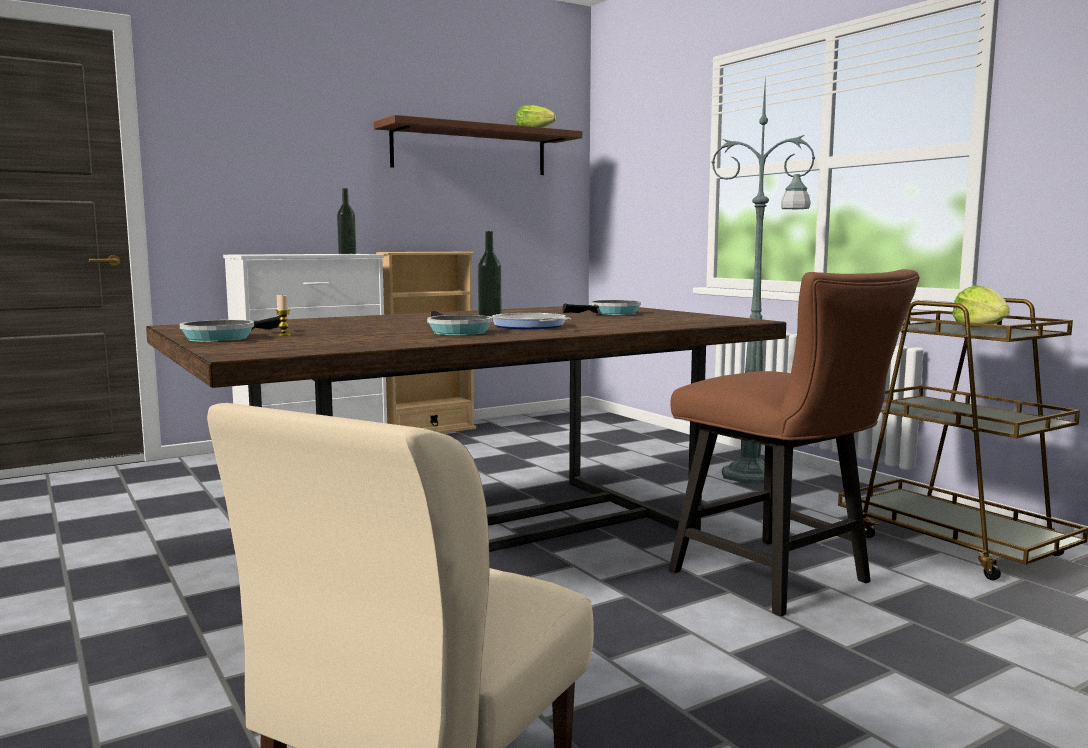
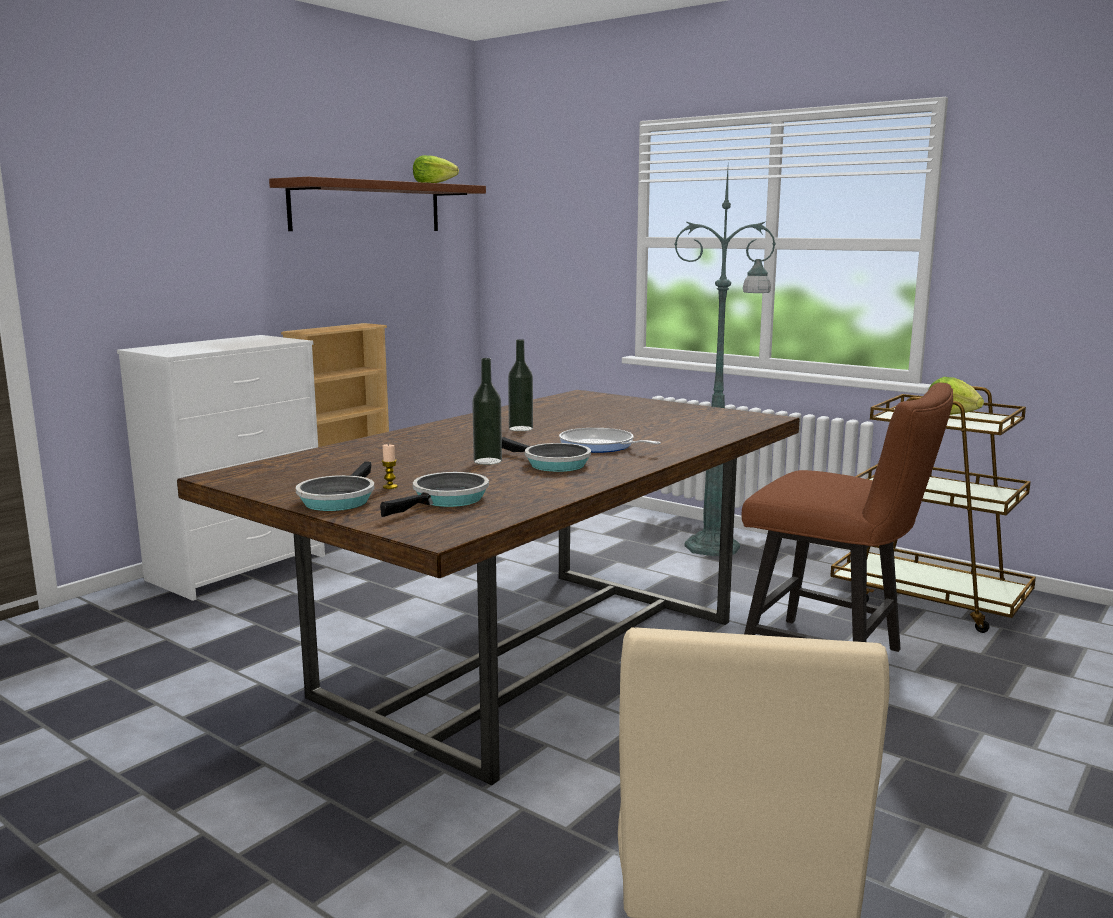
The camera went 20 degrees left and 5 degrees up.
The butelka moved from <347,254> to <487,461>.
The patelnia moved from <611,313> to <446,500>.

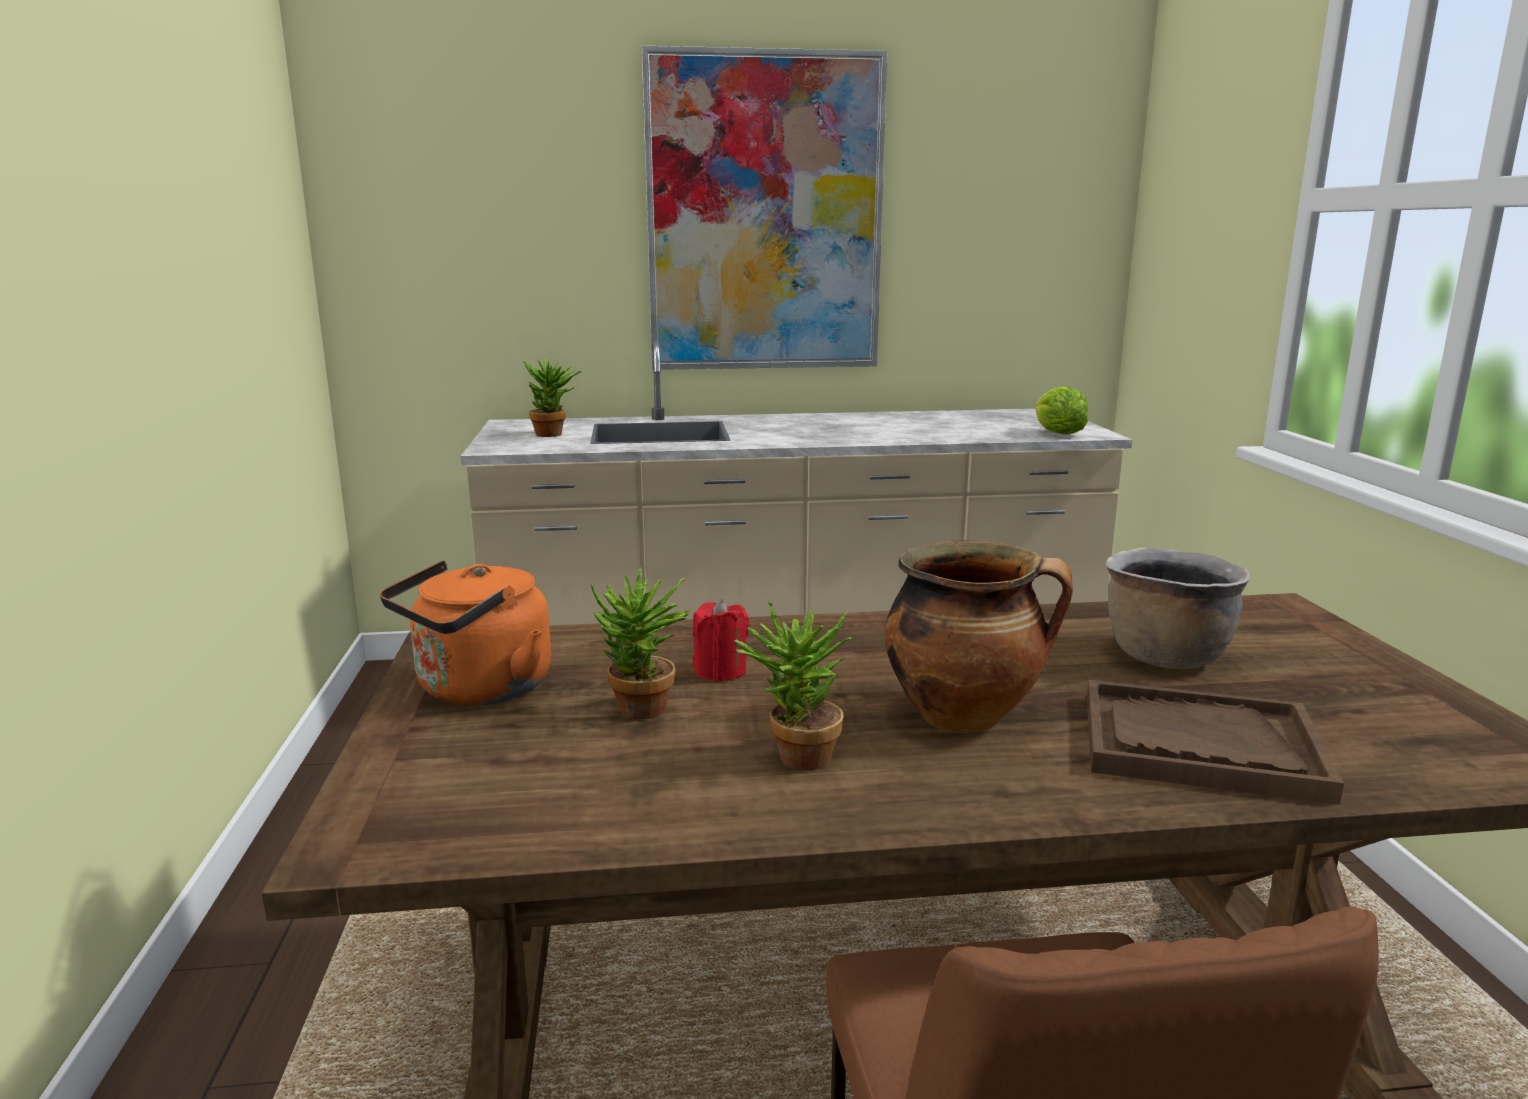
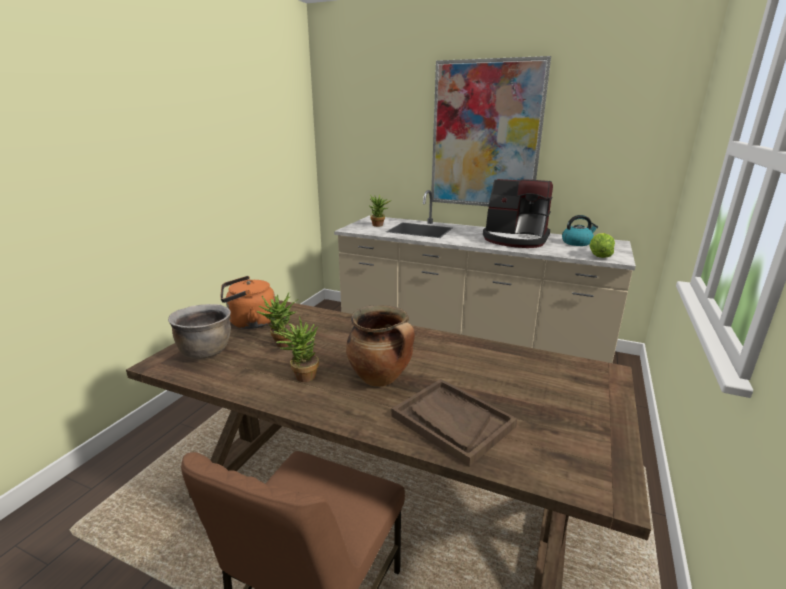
The camera went 30 degrees right and 5 degrees up.
The garnek/brązowy moved from <1164,656> to <206,351>.
The świeca/czerwony at <720,671> disappeared.
The ekspres do kawy at <515,239> appeared.
The czajnik at <577,243> appeared.

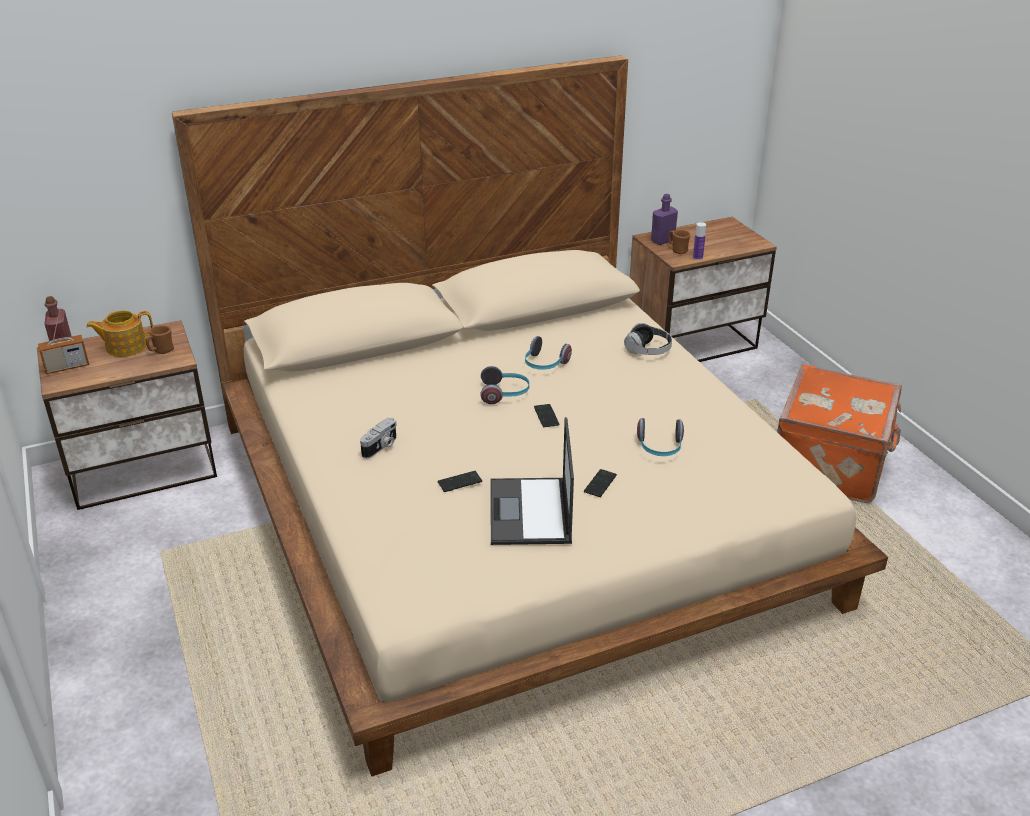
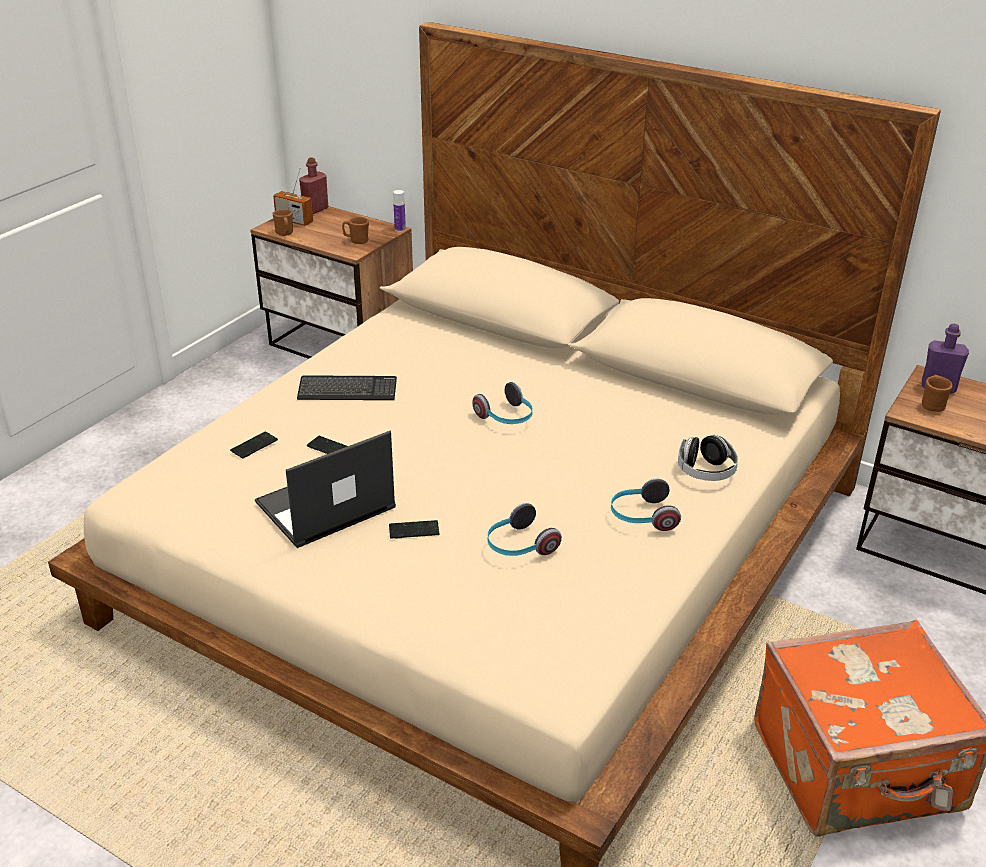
The camera went 55 degrees right and 0 degrees up.
The butelka moved from <697,258> to <400,229>.
The imbryk at <125,347> disappeared.
The słuchawki moved from <544,365> to <642,517>.
The telefon moved from <546,416> to <254,446>.
The aparat fotograficzny at <381,447> was replaced by the klawiatura at <347,390>.
The kubek/brązowy at <285,234> appeared.

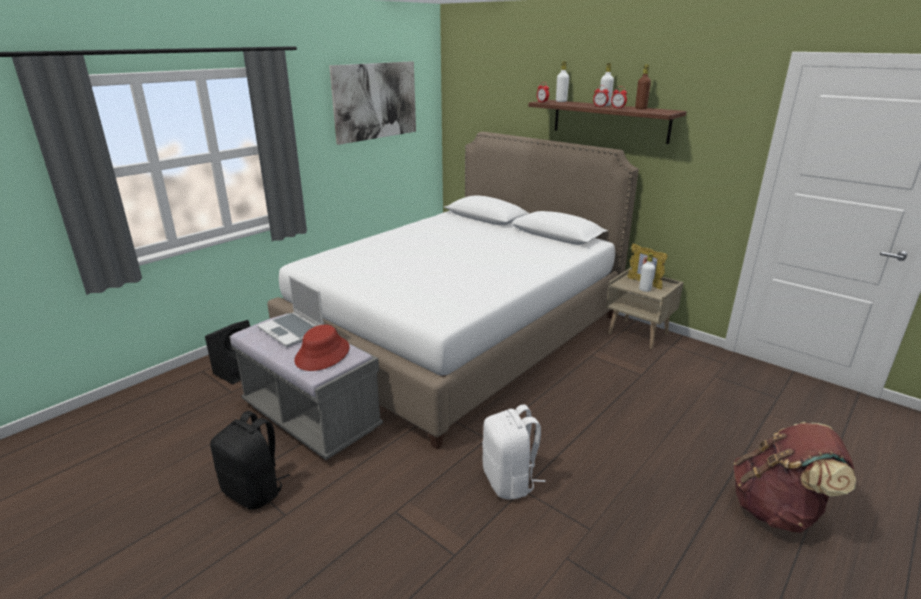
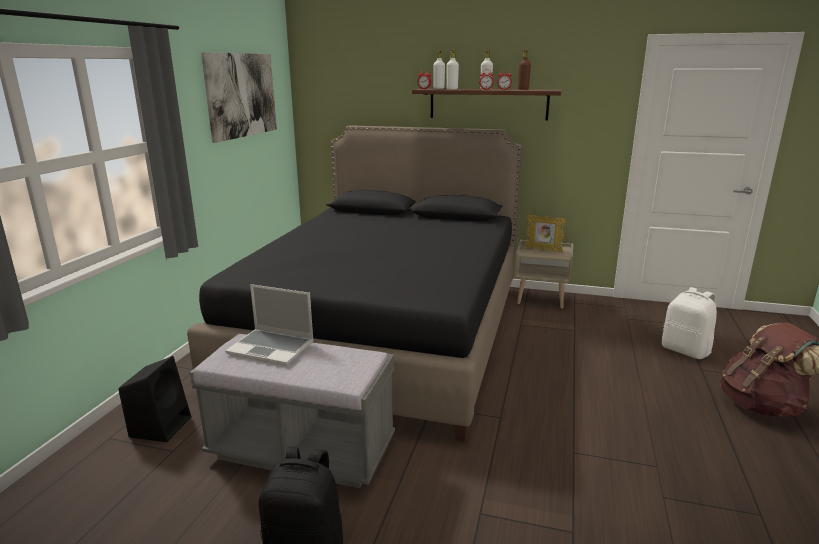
The camera went 25 degrees left and 5 degrees down.
The łóżko/biały at <458,335> became the łóżko/czarny at <386,332>.
The butelka/biały moved from <645,289> to <452,89>.
The kapelusz/czerwony at <322,354> disappeared.
The plecak/biały moved from <509,481> to <685,350>.

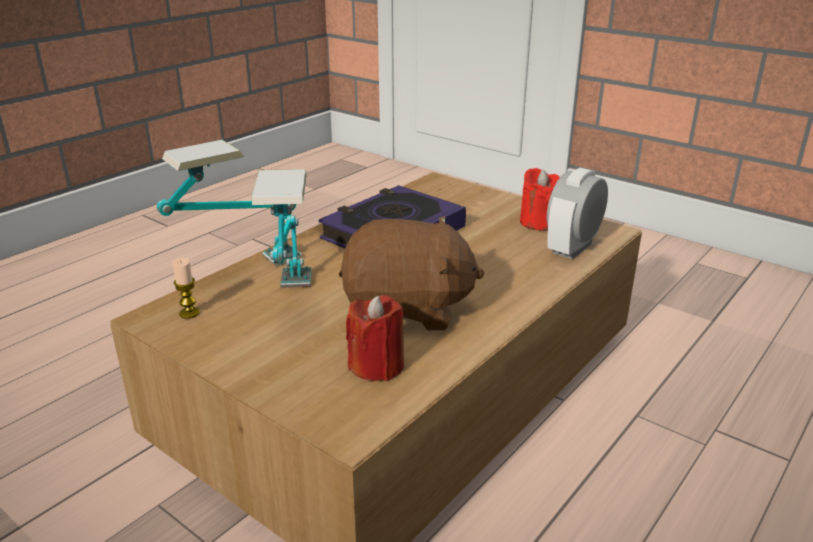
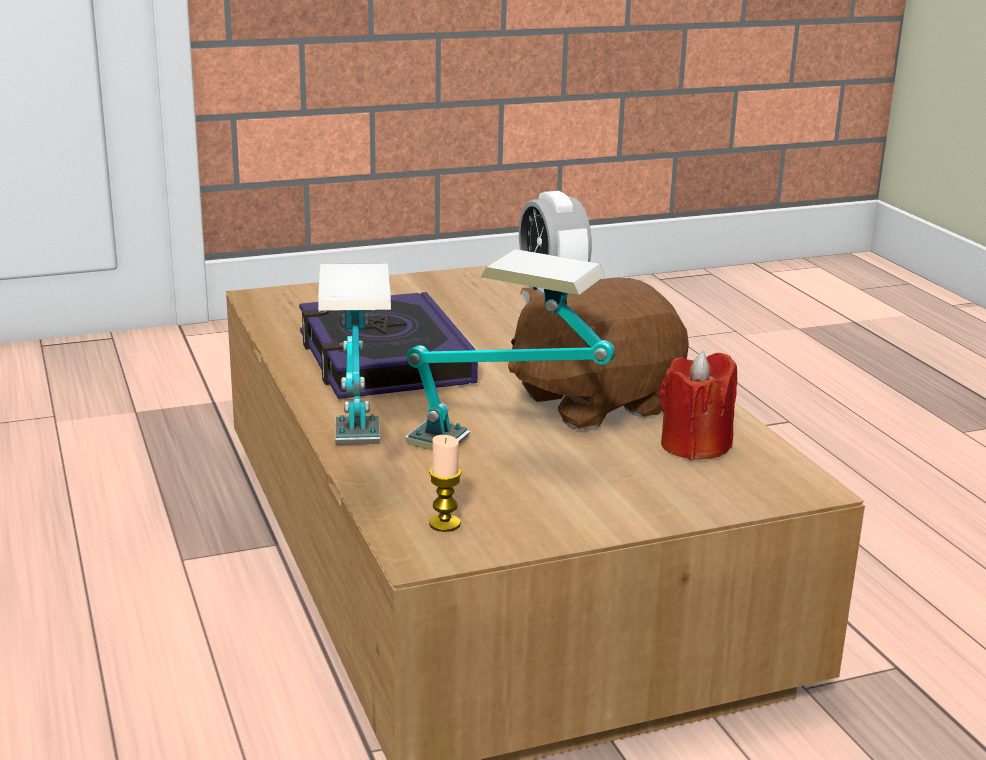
The camera went 60 degrees left and 5 degrees down.
The świeca/czerwony at <539,222> disappeared.
The pluszak/brązowy at <407,310> turned 150 degrees counterclockwise.

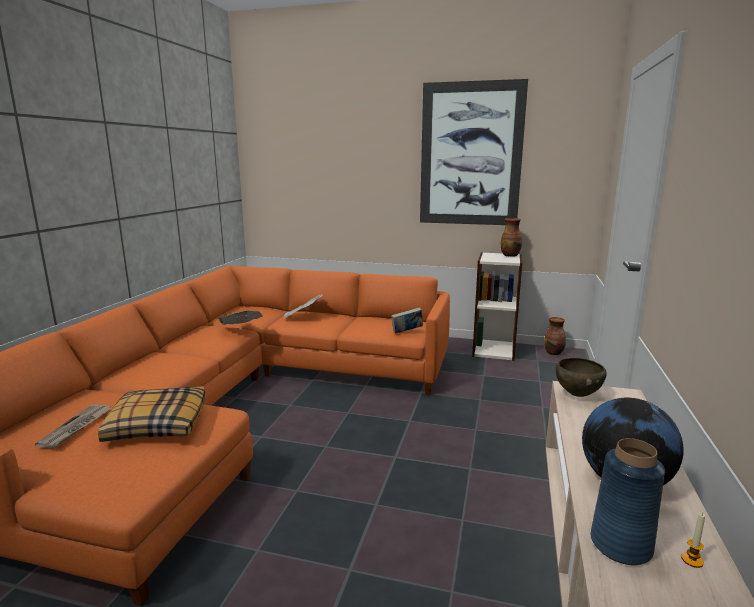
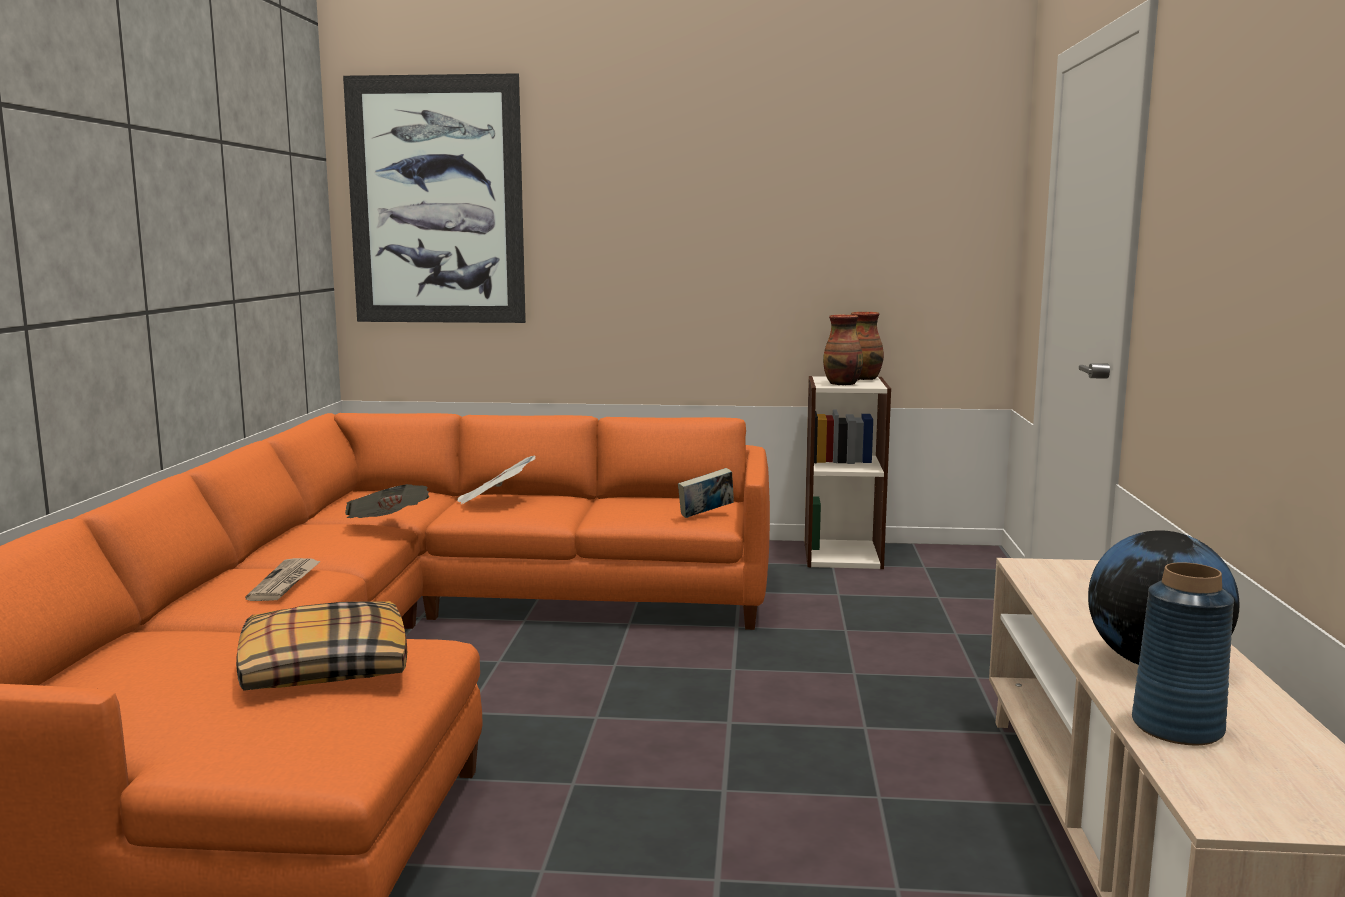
The camera went 10 degrees left and 5 degrees down.
The obraz moved from <470,155> to <436,201>.
The wazon moved from <554,353> to <843,384>.
The miska/brązowy at <577,395> disappeared.
The gazeta moved from <76,427> to <285,582>.
The świeca at <692,560> disappeared.

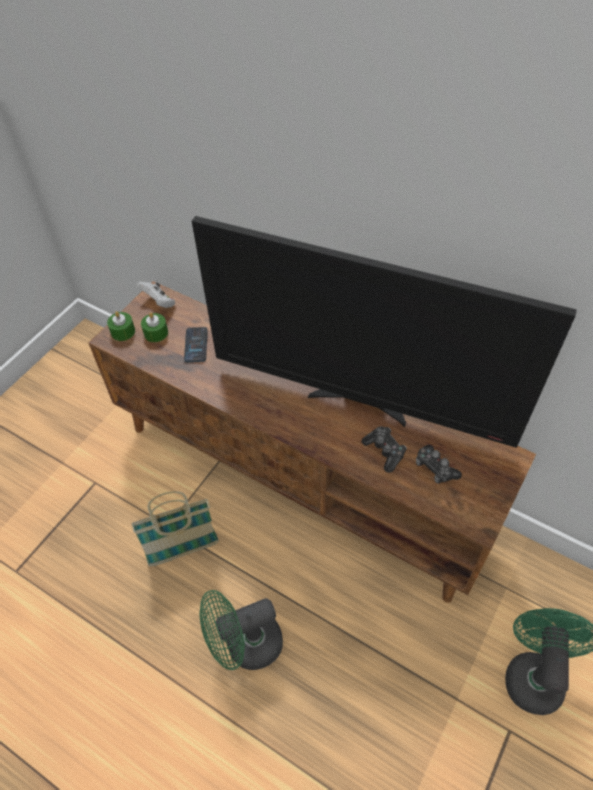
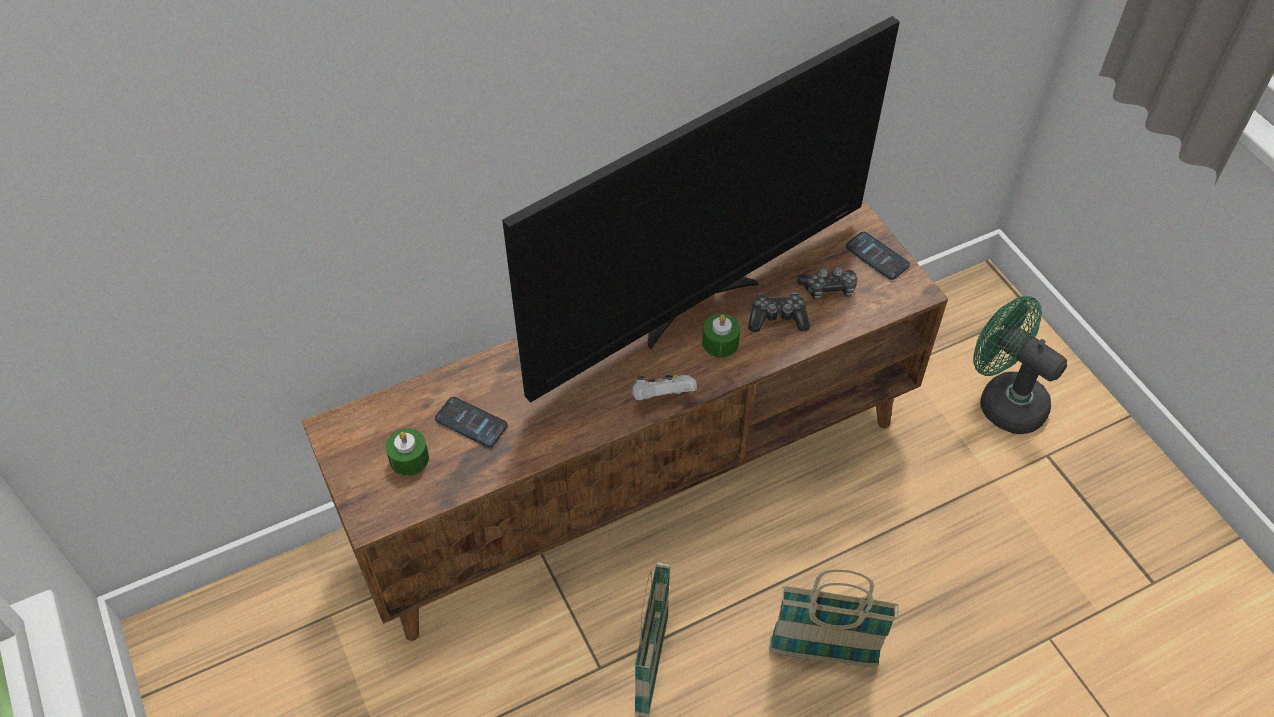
The camera went 60 degrees left and 0 degrees up.
The pad do gier/biały moved from <159,303> to <662,397>.
The świeca/zielony moved from <123,331> to <720,342>.
The wentylator/zielony at <245,646> was replaced by the koszyk at <823,654>.
The telefon at <877,256> appeared.

